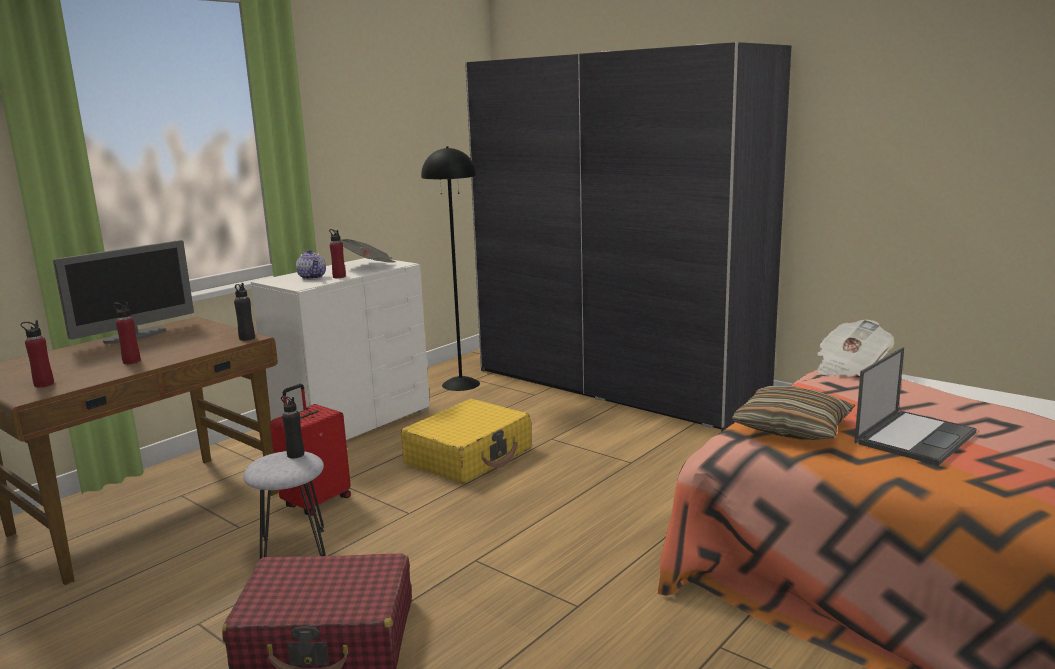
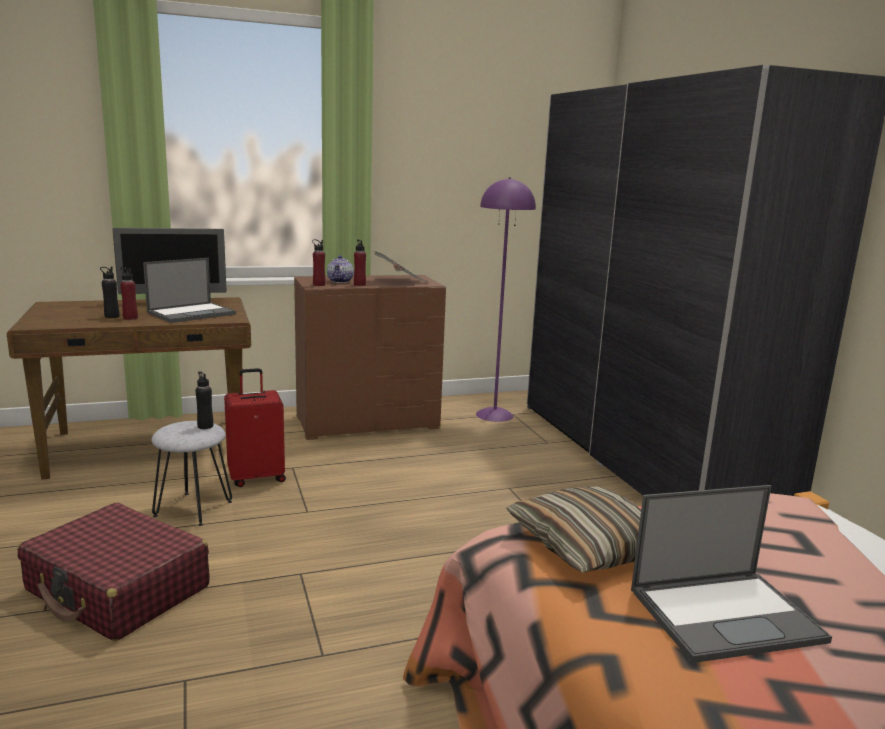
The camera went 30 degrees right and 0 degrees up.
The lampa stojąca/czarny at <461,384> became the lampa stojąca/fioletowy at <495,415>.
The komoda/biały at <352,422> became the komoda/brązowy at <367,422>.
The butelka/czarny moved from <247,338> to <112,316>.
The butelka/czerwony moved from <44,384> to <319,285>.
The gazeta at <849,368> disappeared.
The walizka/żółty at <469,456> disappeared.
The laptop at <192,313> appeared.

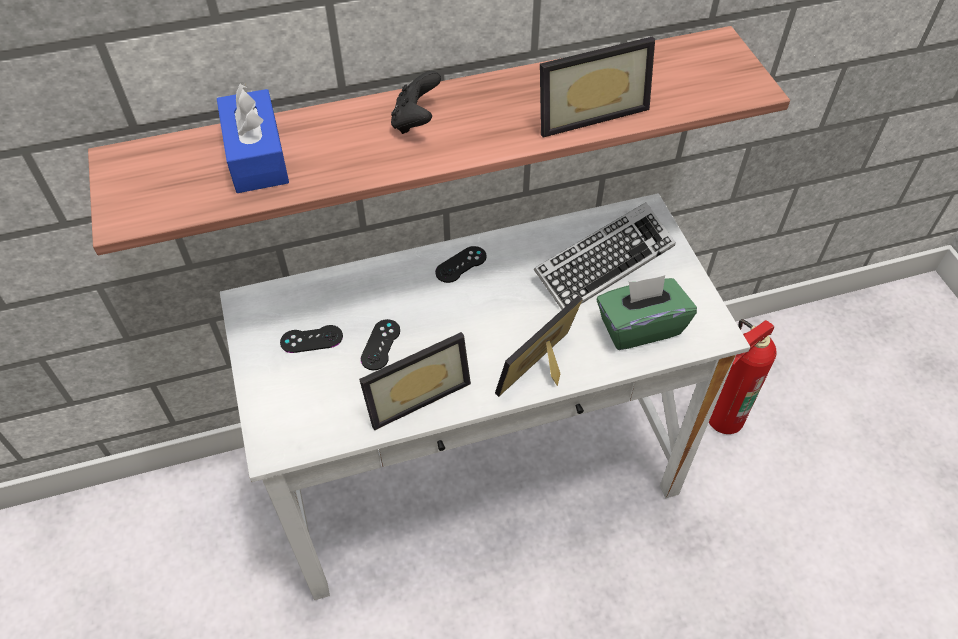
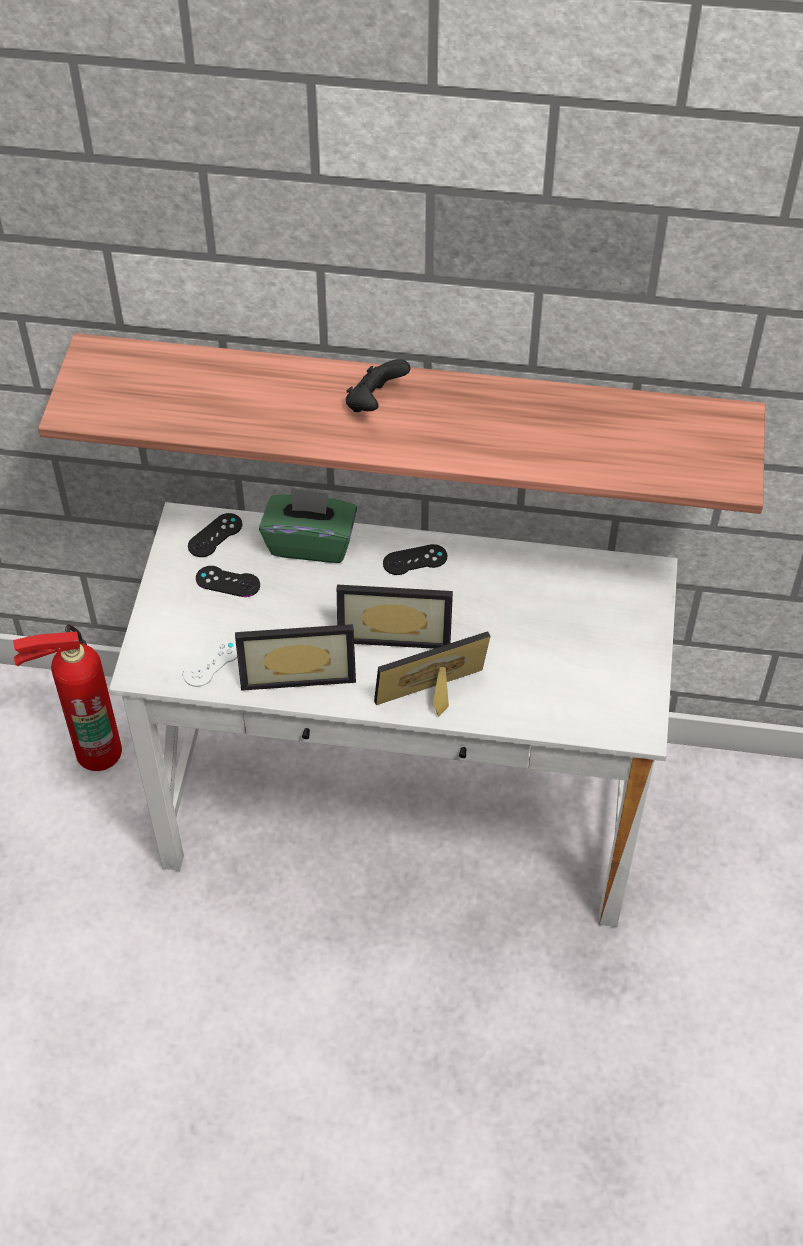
The camera went 25 degrees right and 0 degrees up.
The ramka na zdjęcie moved from <587,110> to <395,629>.
The pudełko chusteczek/niebieski at <256,156> disappeared.
The klawiatura at <604,263> disappeared.
The pudełko chusteczek/zielony moved from <640,327> to <310,543>.
The pad do gier/czarny moved from <380,345> to <215,535>.
The gaśnica moved from <720,417> to <94,749>.
The pad do gier/biały at <212,662> appeared.

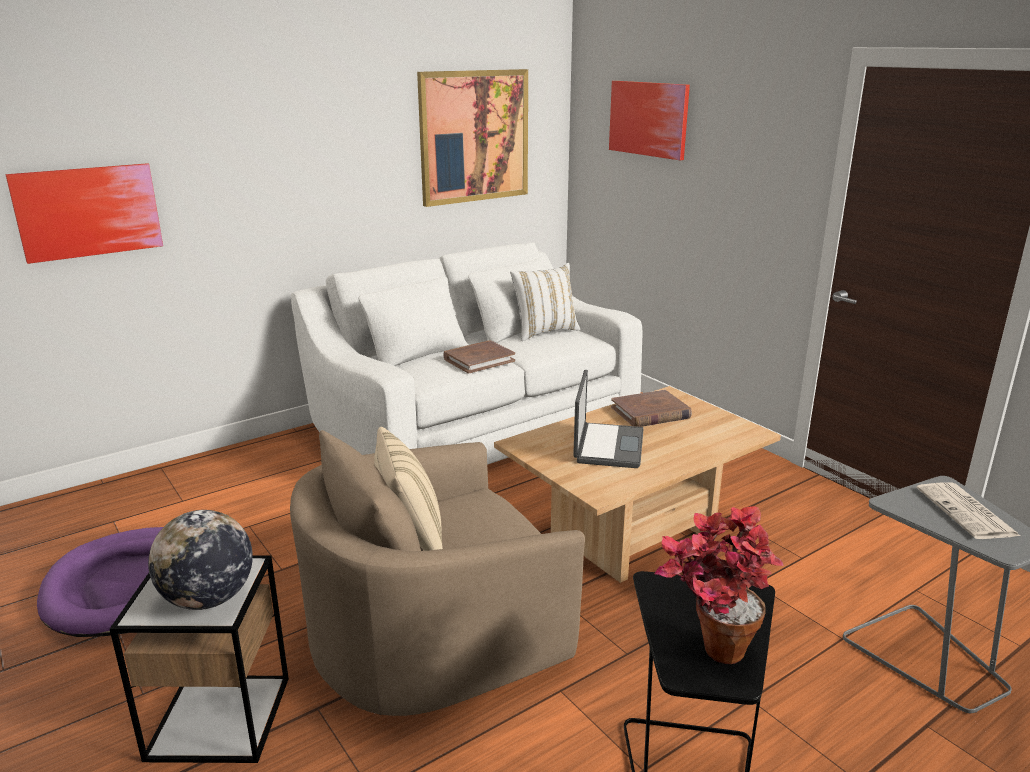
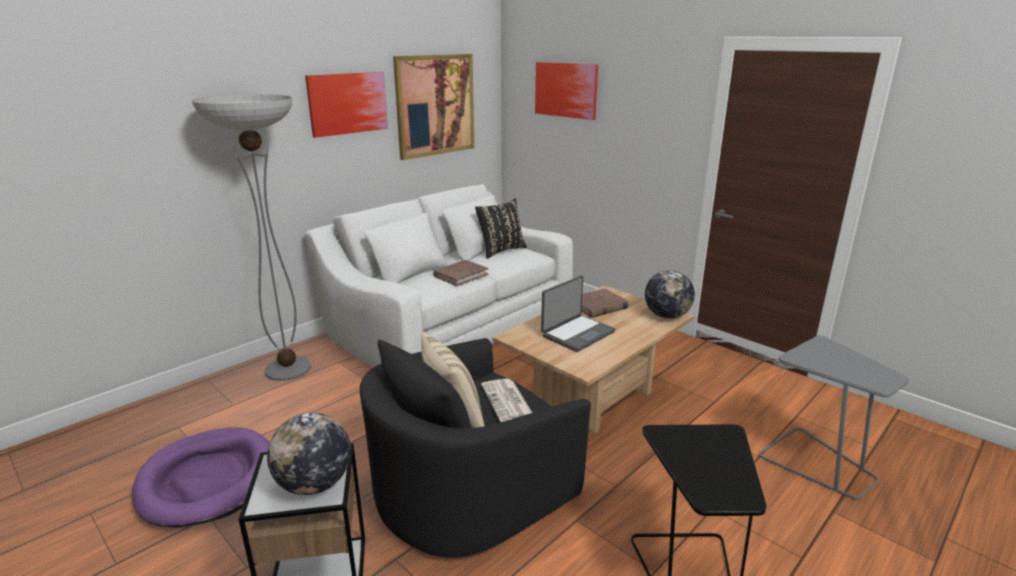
The camera went 10 degrees left and 0 degrees up.
The obraz moved from <88,211> to <347,103>.
The poduszka/biały at <544,332> became the poduszka/czarny at <500,251>.
The laptop at <607,446> turned 45 degrees clockwise.
The fotel/beżowy at <433,634> became the fotel/czarny at <468,488>.
The gazeta moved from <967,512> to <507,401>.
The roślina doniczkowa at <707,650> disappeared.
The lampa stojąca at <288,369> appeared.
The globus at <666,316> appeared.

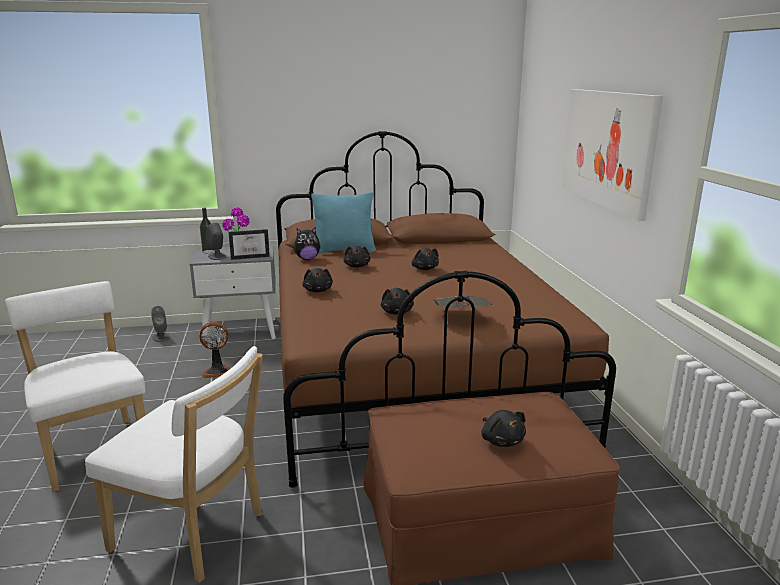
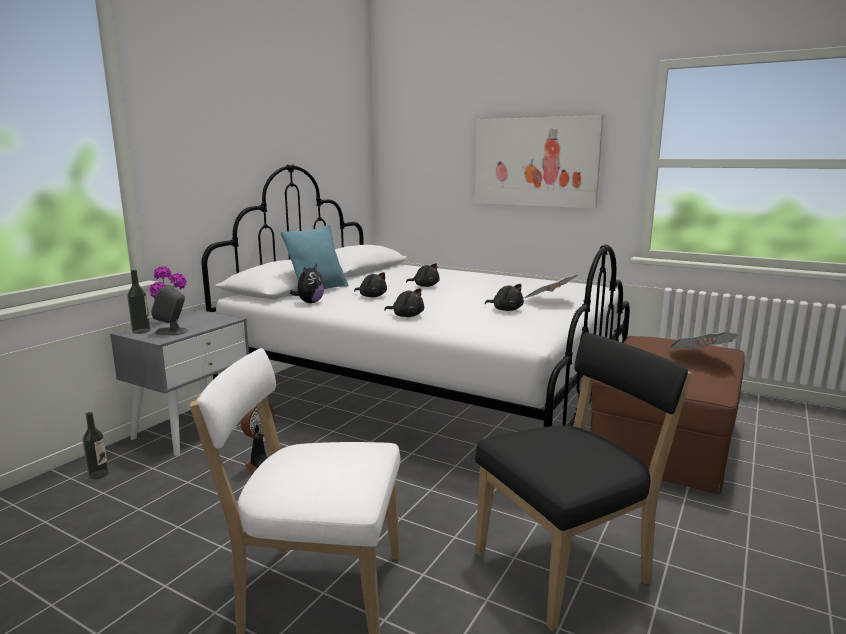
The camera went 50 degrees left and 5 degrees down.
The łóżko/brązowy at <410,372> became the łóżko/biały at <427,392>.
The ramka na zdjęcie at <250,256> disappeared.
The głośnik/szary at <161,337> was replaced by the butelka at <98,474>.
The krzesło/biały at <194,534> became the krzesło/czarny at <568,566>.
The pluszak/czarny at <501,440> was replaced by the gazeta at <699,357>.

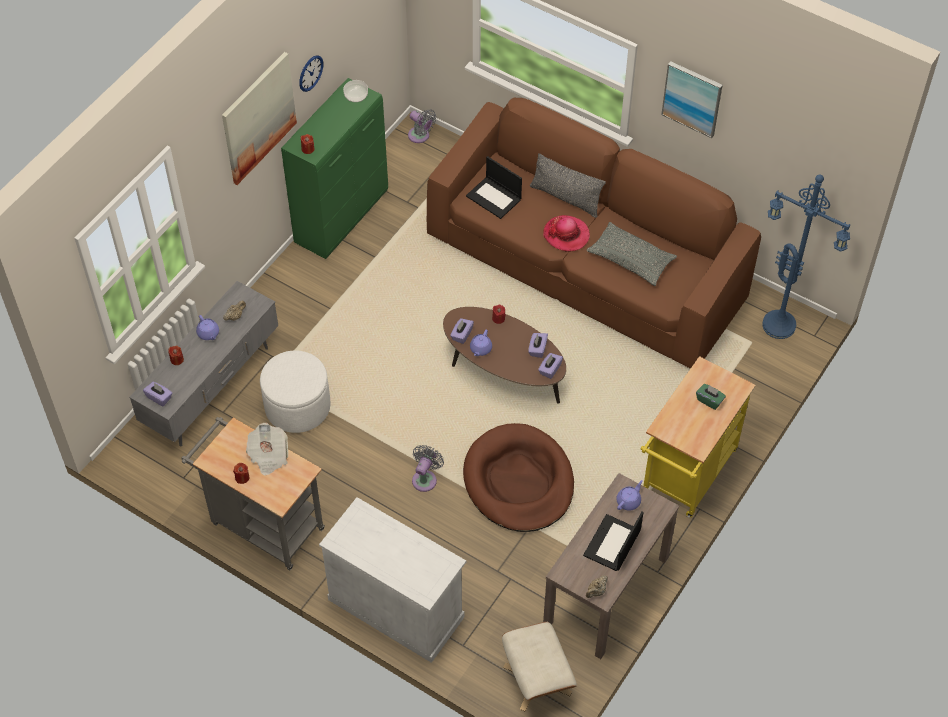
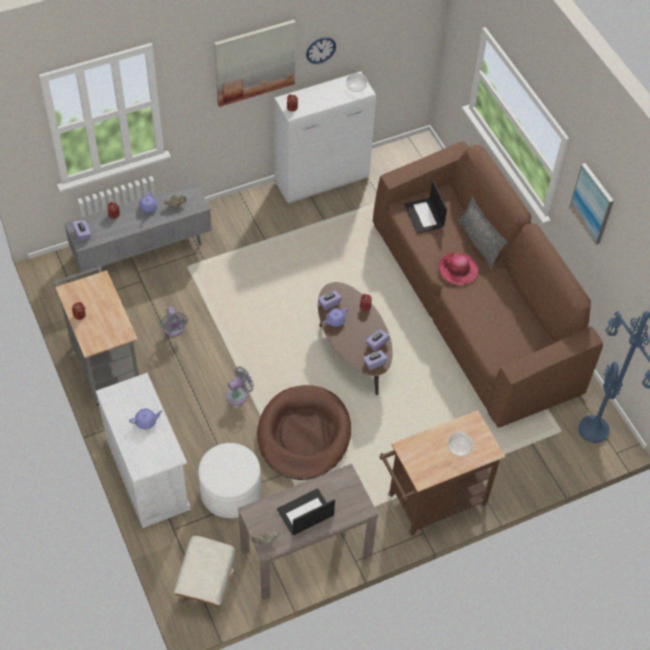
The camera went 30 degrees right and 0 degrees up.
The szafka/zielony at <342,216> became the szafka/biały at <322,180>.
The wentylator/szary moved from <420,136> to <174,330>.
The poduszka/szary at <631,260> disappeared.
The pufa/biały moved from <297,406> to <230,492>.
The wózek/żółty at <685,476> became the wózek/brązowy at <431,503>.
The pudełko chusteczek/zielony at <709,400> was replaced by the miska at <459,448>.
The gazeta at <268,455> disappeared.
The imbryk/fioletowy moved from <629,501> to <146,421>.

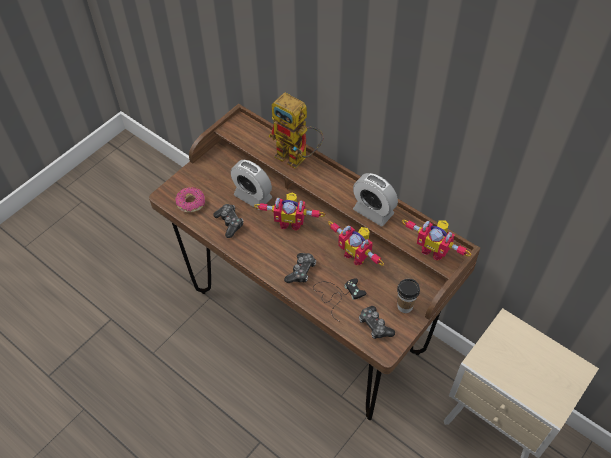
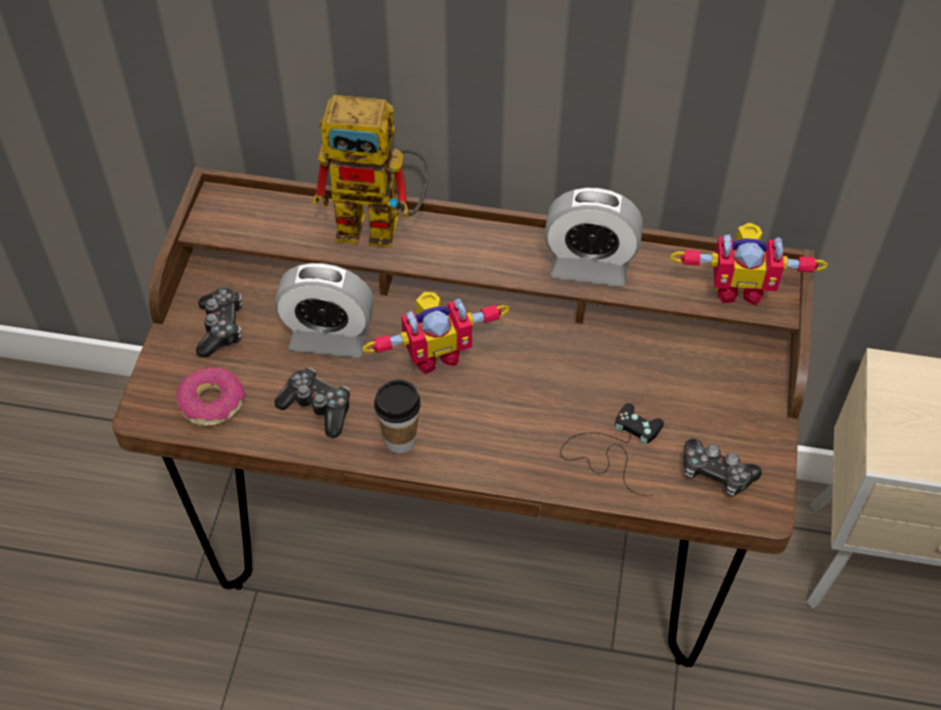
The camera went 30 degrees left and 0 degrees up.
The robot zabawkowy at <357,254> disappeared.
The pad do gier moved from <301,271> to <221,328>.
The filiżanka moved from <405,306> to <400,440>.

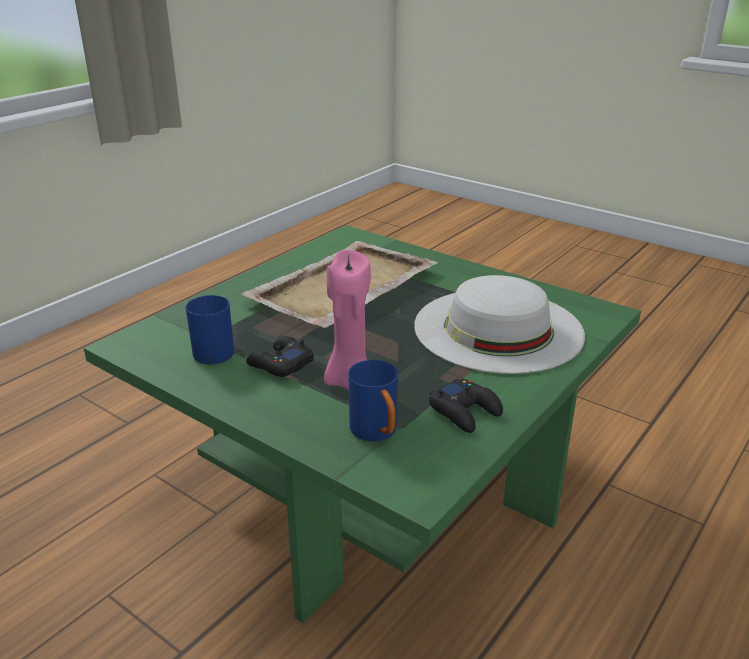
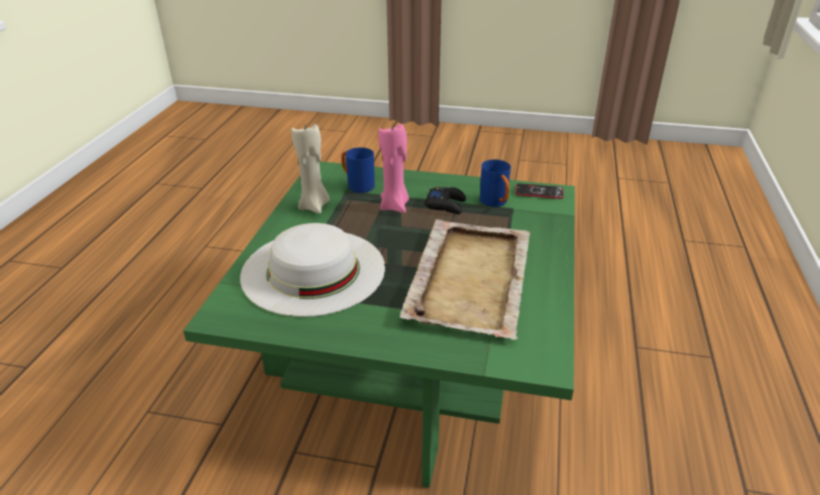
The camera went 155 degrees right and 5 degrees up.
The pad do gier/czarny at <465,411> was replaced by the świeca/beżowy at <314,206>.
The telefon at <539,192> appeared.

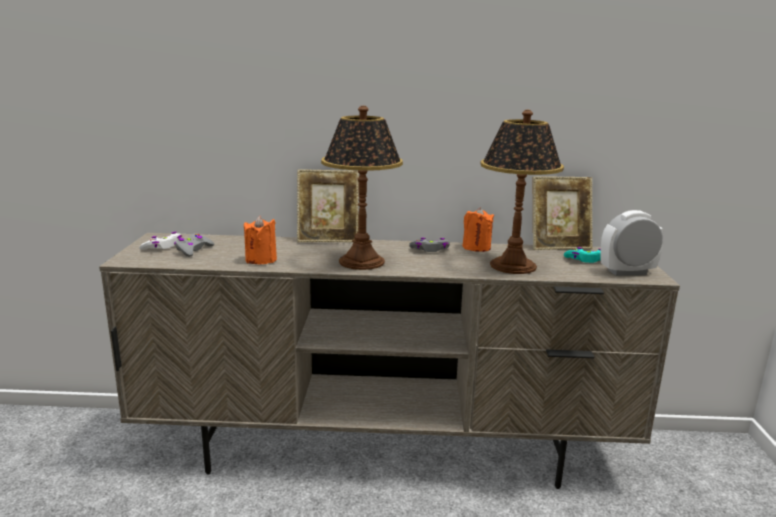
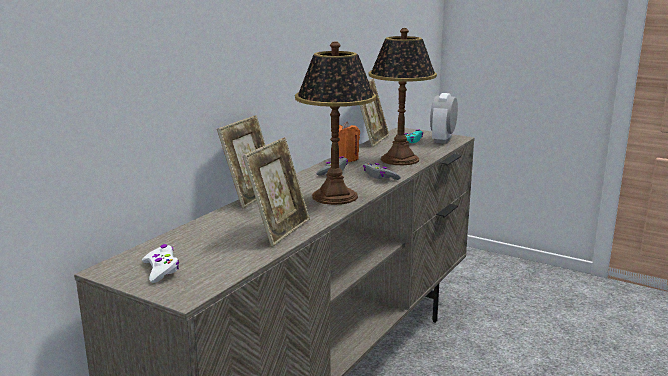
The camera went 60 degrees left and 0 degrees up.
The świeca/pomarańczowy at <261,260> was replaced by the ramka na zdjęcie at <279,230>.
The pad do gier/szary moved from <193,250> to <380,177>.

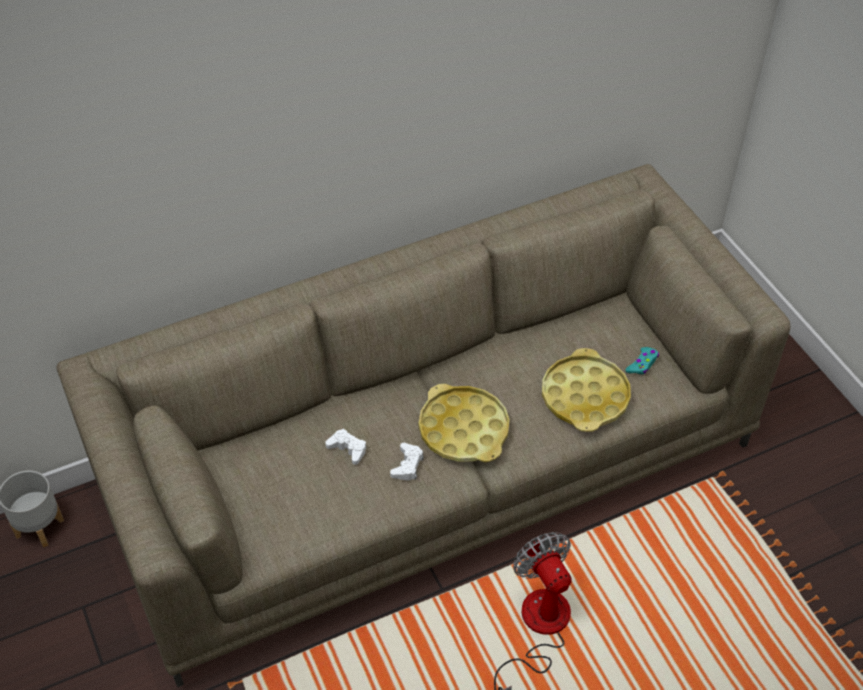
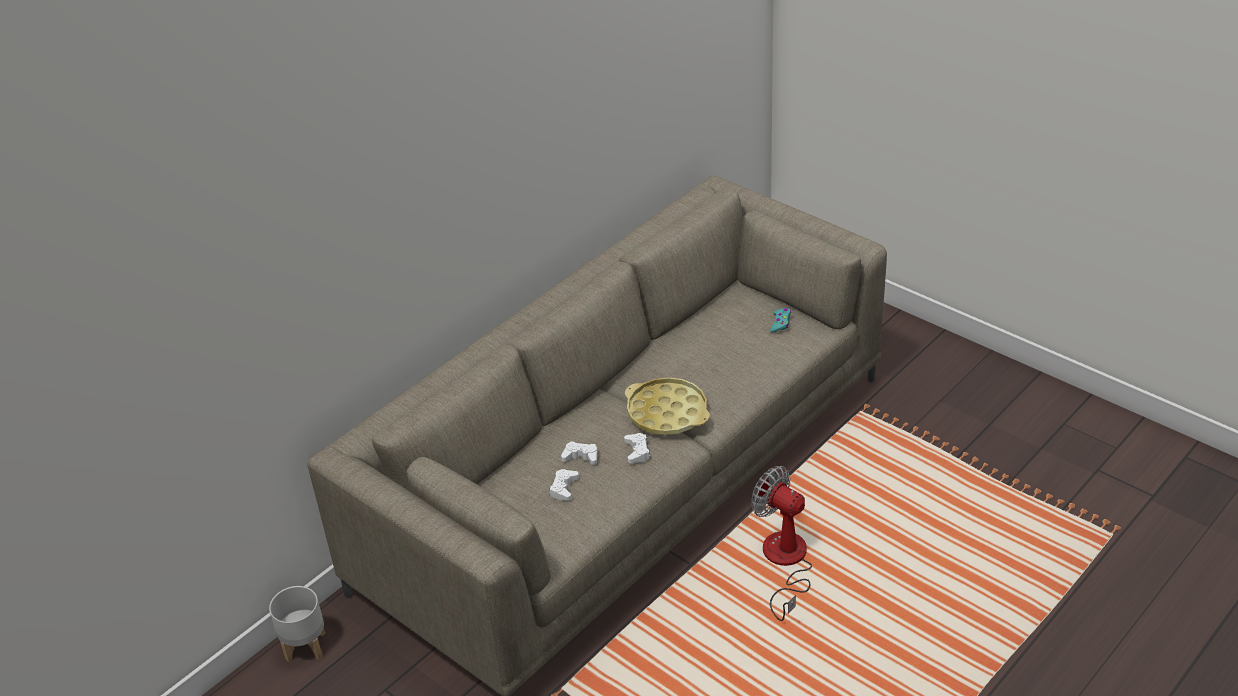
The camera went 20 degrees left and 10 degrees down.
The taca/żółty at <585,396> disappeared.
The pad do gier/biały at <564,488> appeared.

